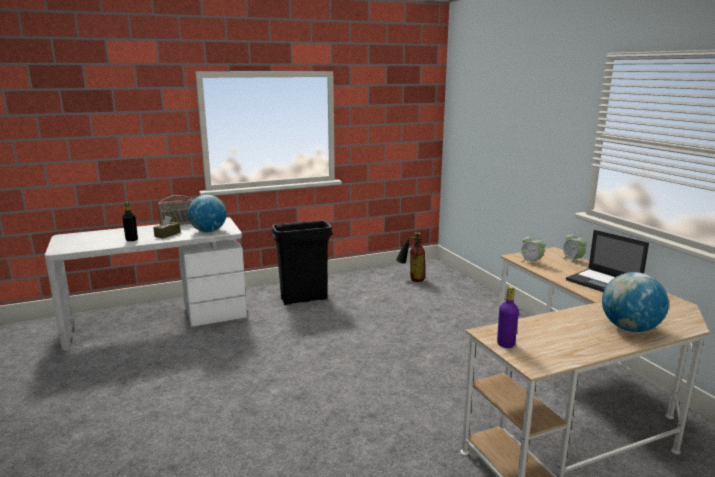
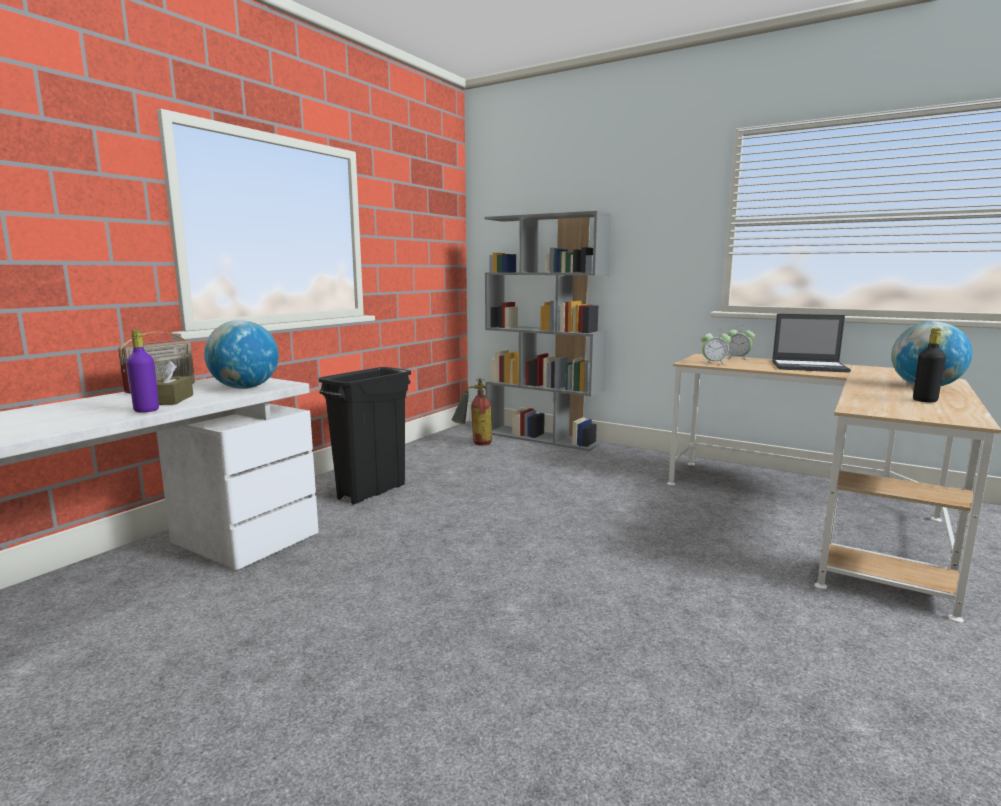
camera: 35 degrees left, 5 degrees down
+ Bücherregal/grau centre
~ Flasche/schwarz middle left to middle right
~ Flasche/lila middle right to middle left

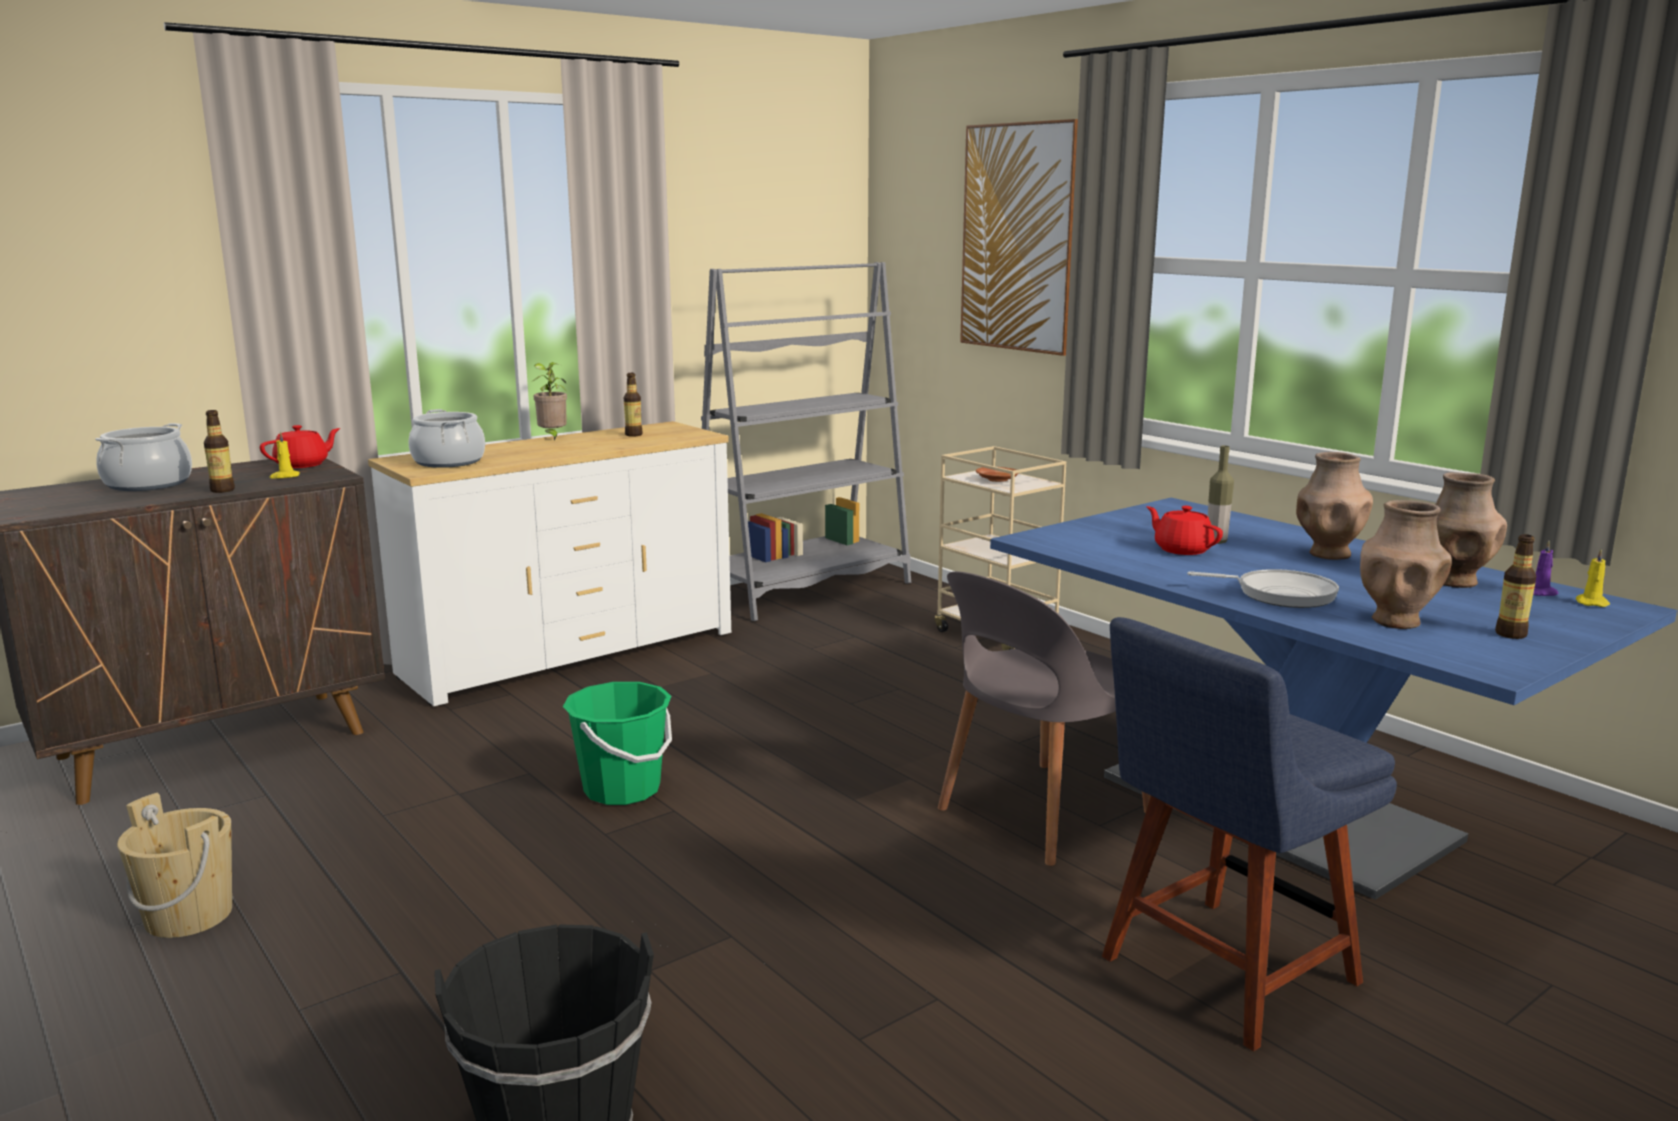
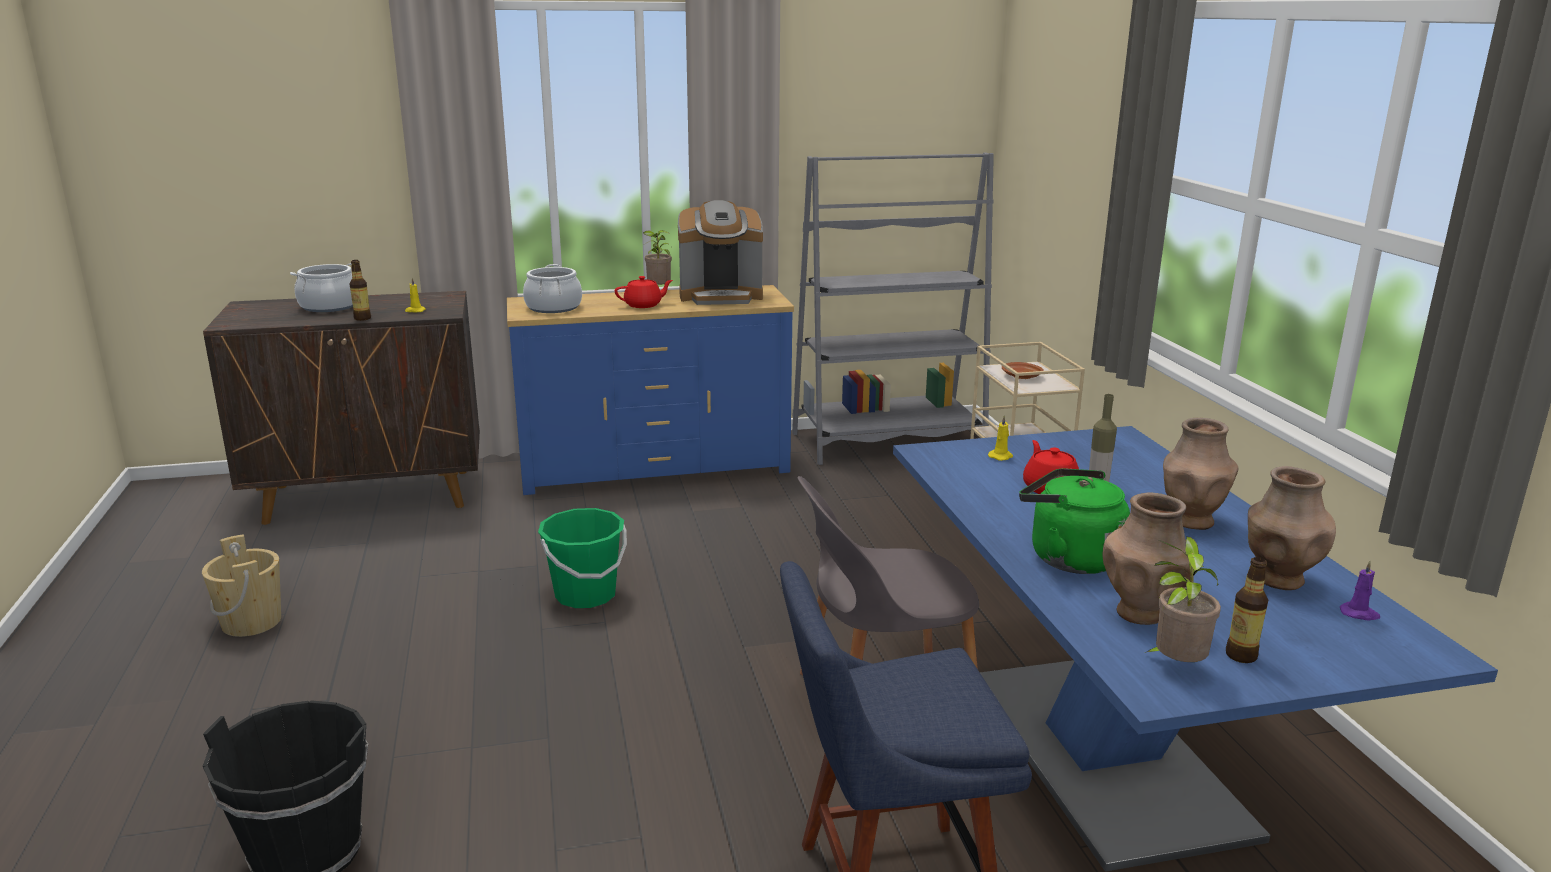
camera: 25 degrees right, 5 degrees up
- Bild top centre
+ Topfpflanze (2nd from left) bottom right
~ Teekanne/rot (1st from left) middle left to centre
~ Kerze/gelb (2nd from left) middle right to centre
~ Flasche (2nd from left) centre to Kaffeemaschine top centre
~ Pfanne middle right to Wasserkessel/grün middle right
~ Kommode/weiß middle left to Kommode/blau centre

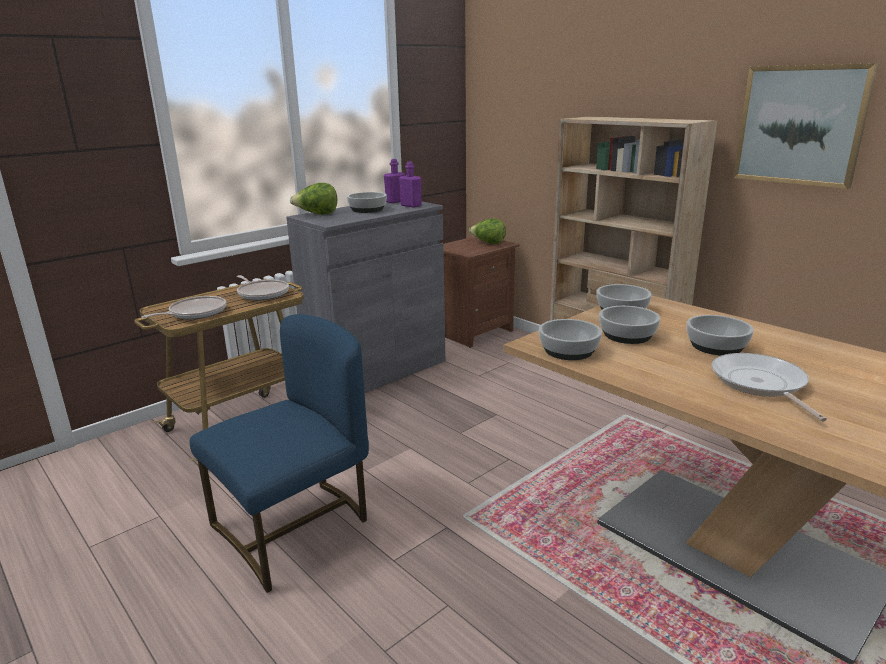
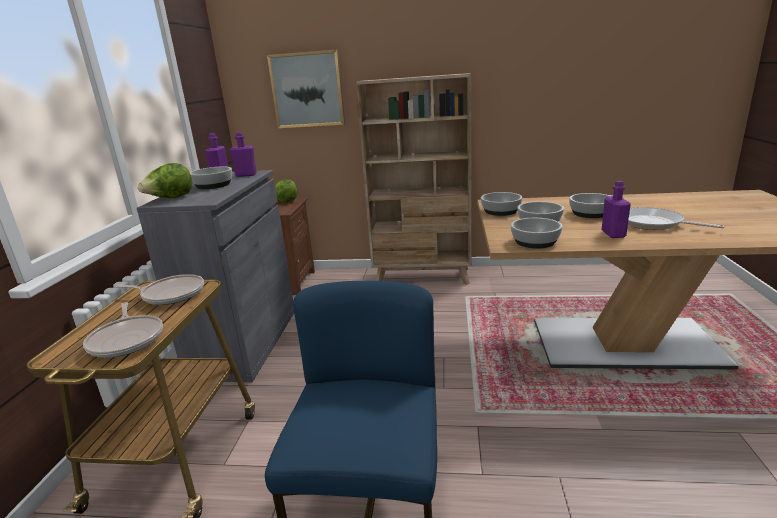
camera: 40 degrees left, 0 degrees up
+ Flasche/lila (3rd from left) middle right
~ Bild top right to top centre
~ Pfanne (1st from left) middle left = middle left 150 degrees clockwise

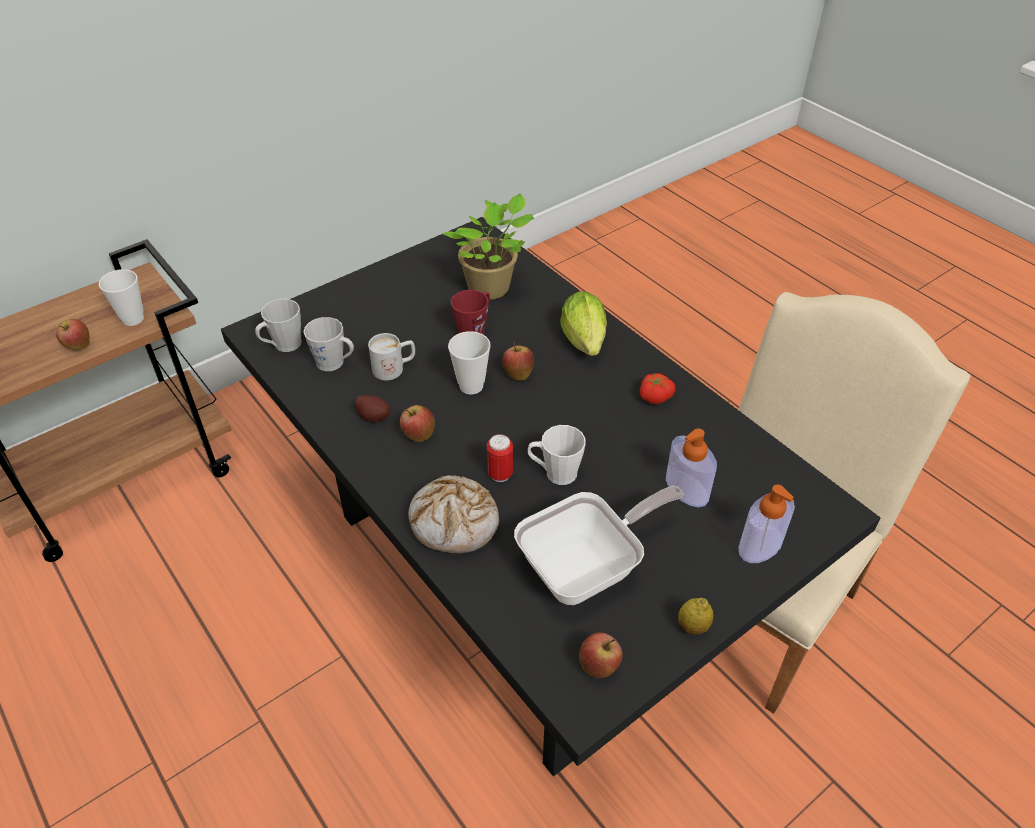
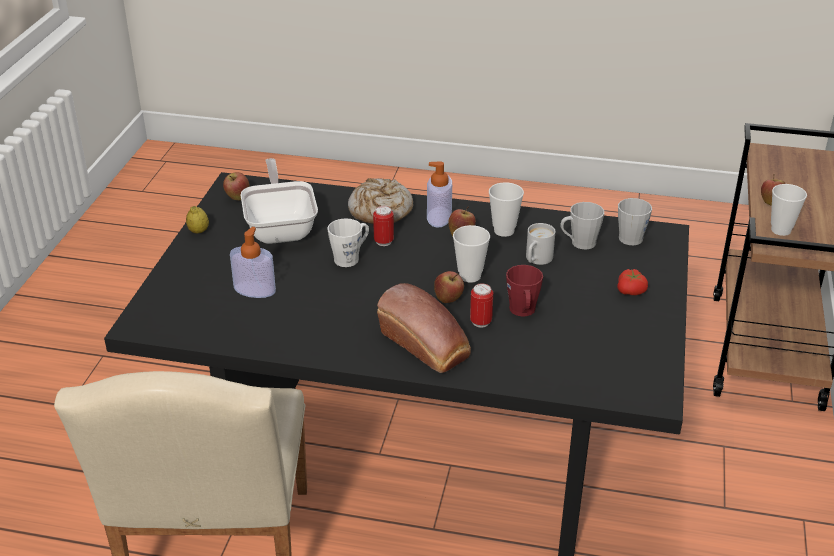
camera: 140 degrees right, 10 degrees down
- Topfpflanze top centre
+ Dose (2nd from left) centre
~ Tomate centre to middle right
~ Seifenspender (2nd from left) middle right to centre
~ Kartoffel centre to Tasse (2nd from left) centre
~ Salatkopf centre to Brot (2nd from left) centre
~ Pfanne centre = centre 150 degrees clockwise

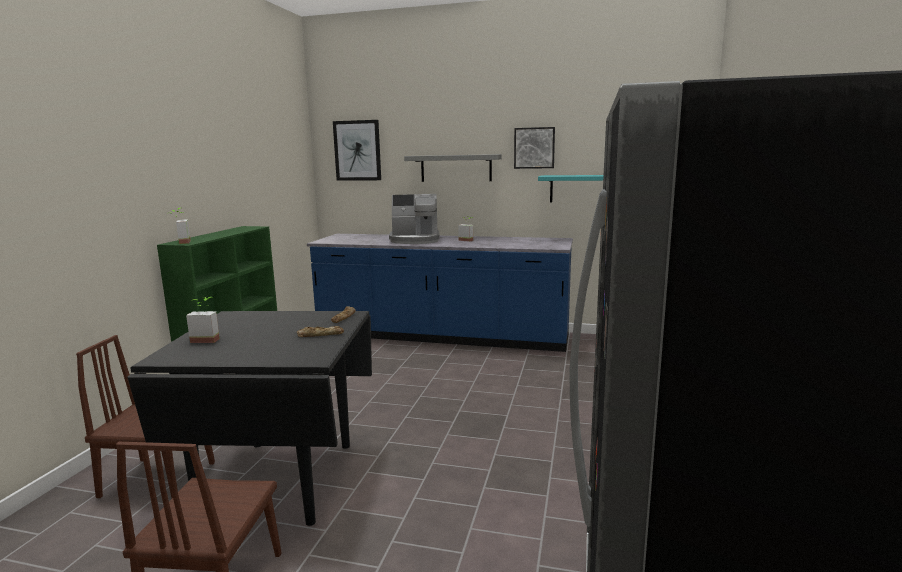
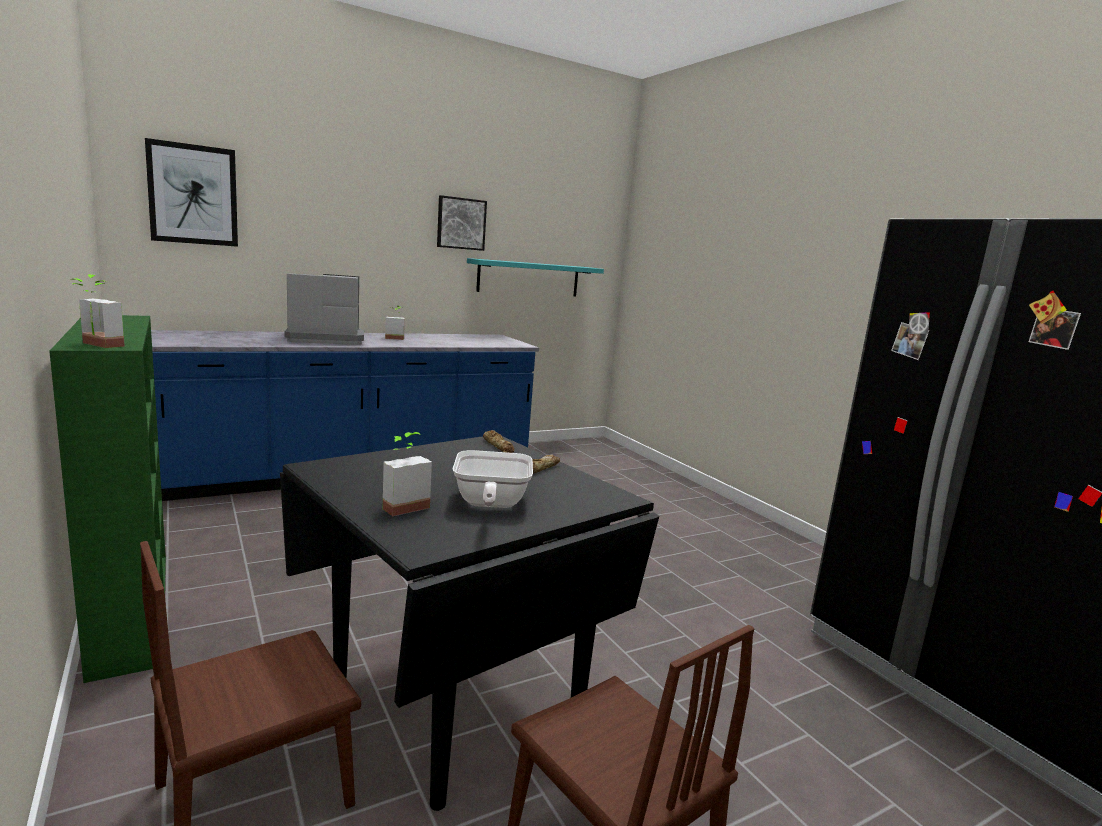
camera: 45 degrees left, 0 degrees up
- Wandregal/grau top centre
+ Pfanne centre
~ Kaffeemaschine centre = middle left 150 degrees counterclockwise

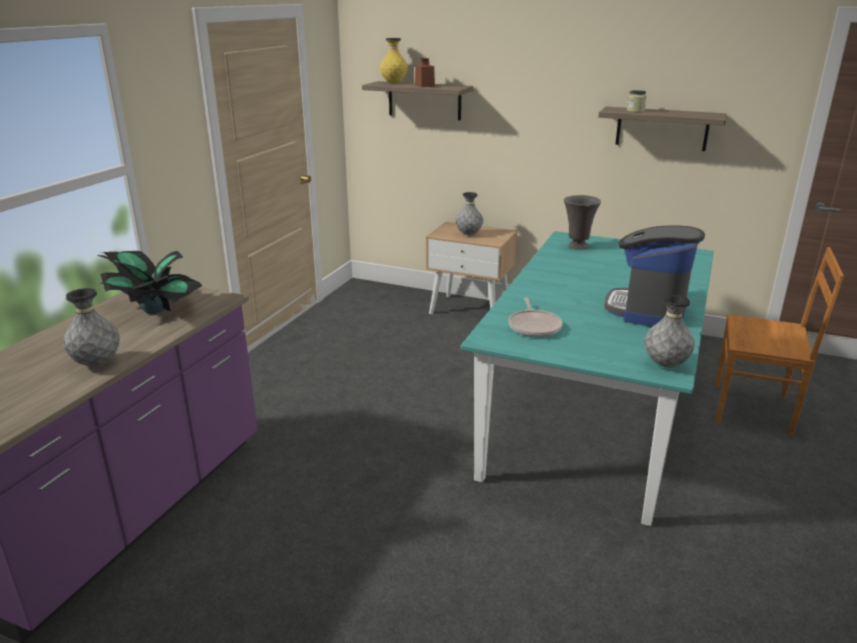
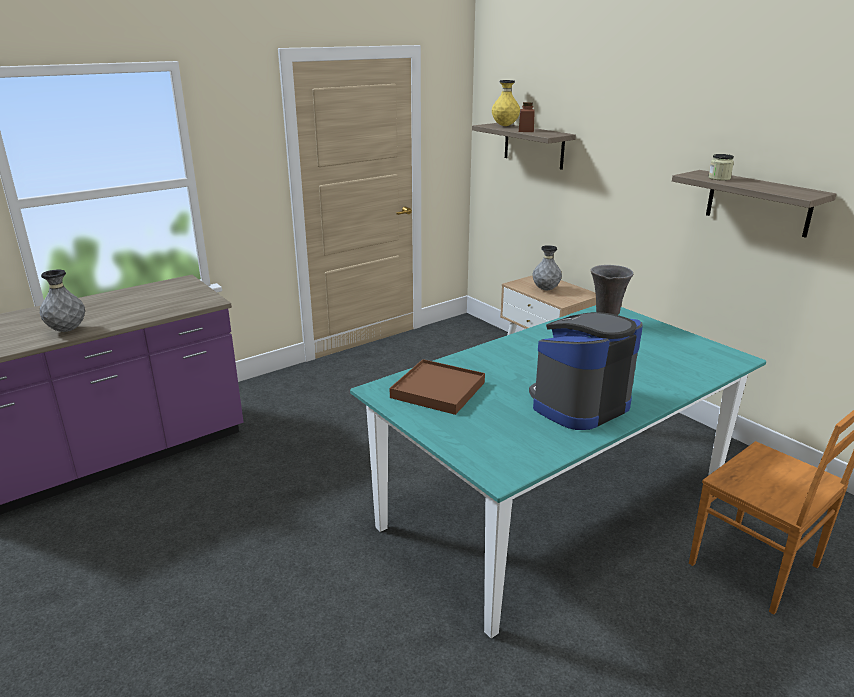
camera: 30 degrees right, 0 degrees up
- Topfpflanze middle left
- Vase/grau (4th from left) middle right
~ Pfanne centre to Tablett/braun centre

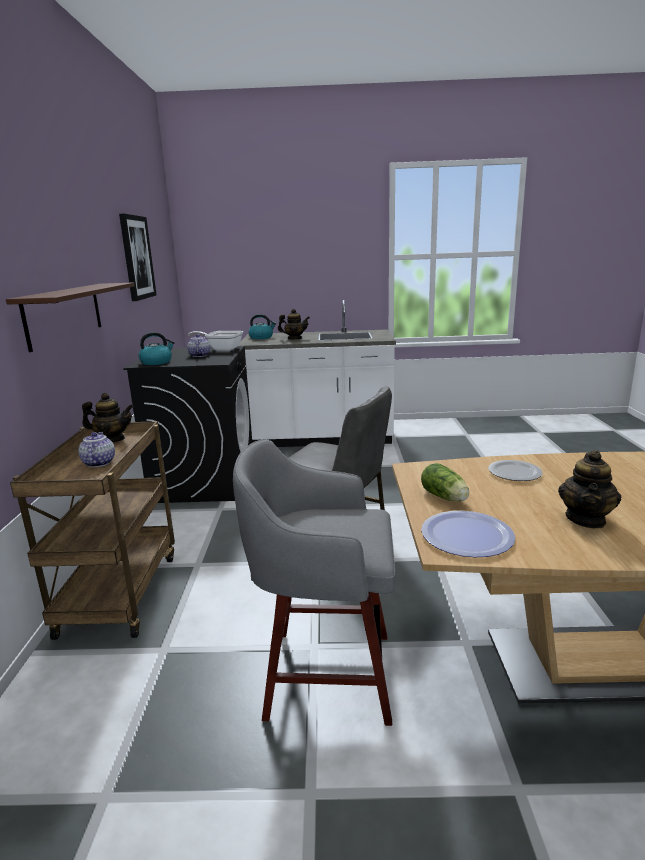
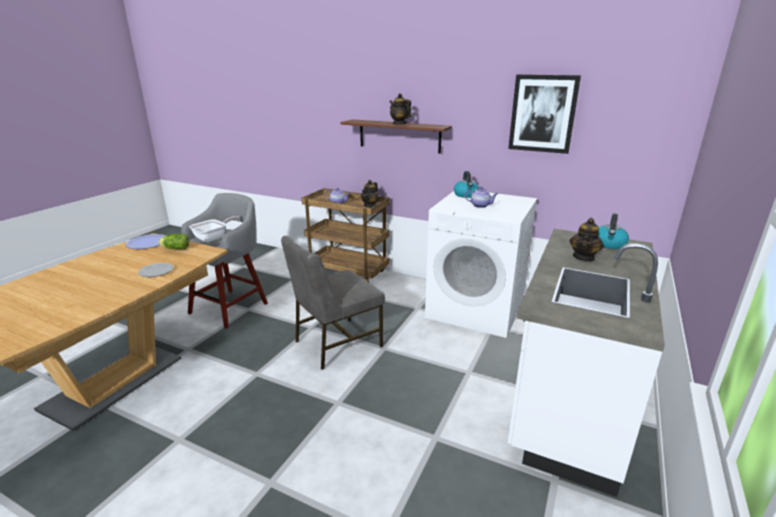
camera: 115 degrees right, 5 degrees up
~ Pfanne centre to middle left
~ Teekanne (5th from left in the first image) middle right to Teekanne (3rd from left) top centre
~ Waschmaschine/schwarz middle left to Waschmaschine/weiß centre

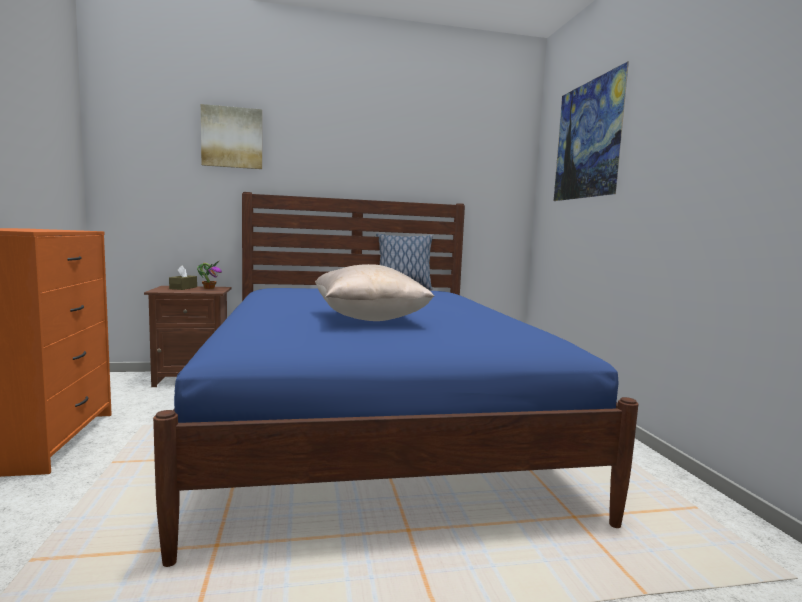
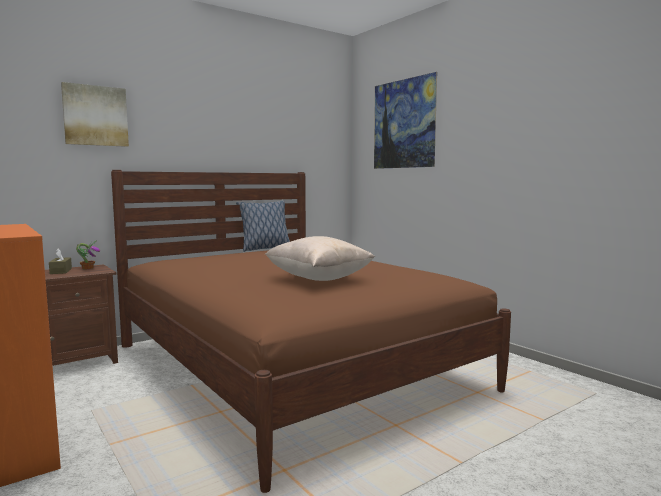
camera: 25 degrees left, 0 degrees up
~ Bett/blau centre to Bett/braun bottom centre

